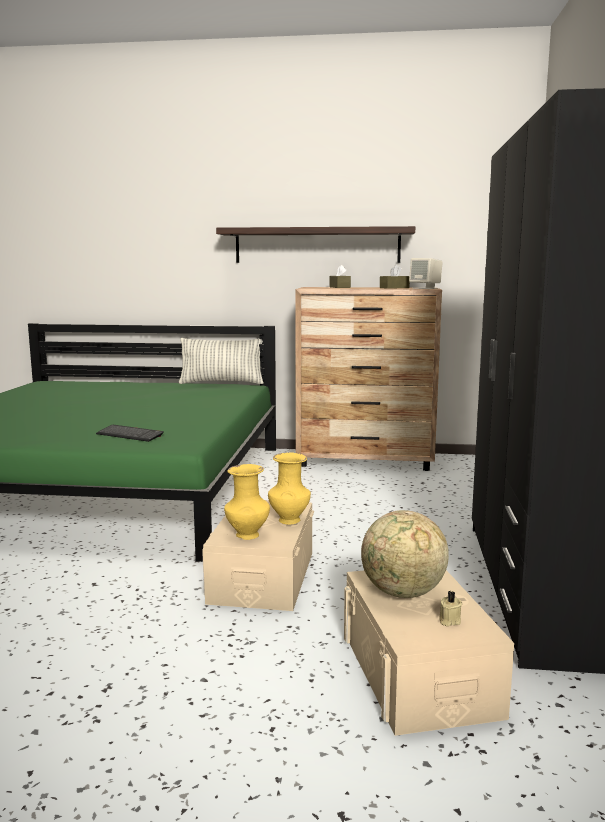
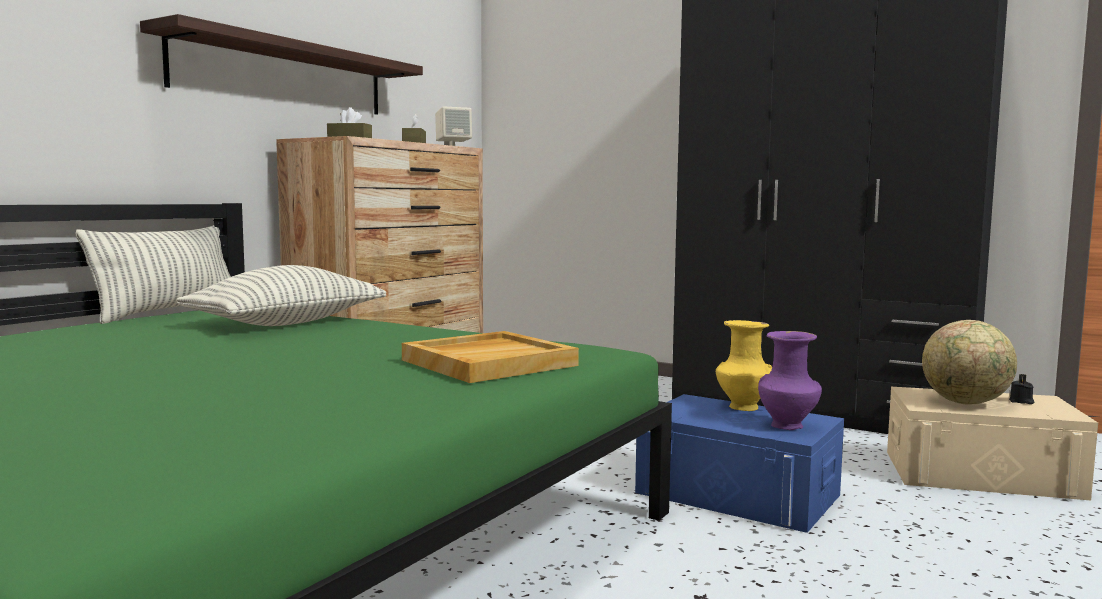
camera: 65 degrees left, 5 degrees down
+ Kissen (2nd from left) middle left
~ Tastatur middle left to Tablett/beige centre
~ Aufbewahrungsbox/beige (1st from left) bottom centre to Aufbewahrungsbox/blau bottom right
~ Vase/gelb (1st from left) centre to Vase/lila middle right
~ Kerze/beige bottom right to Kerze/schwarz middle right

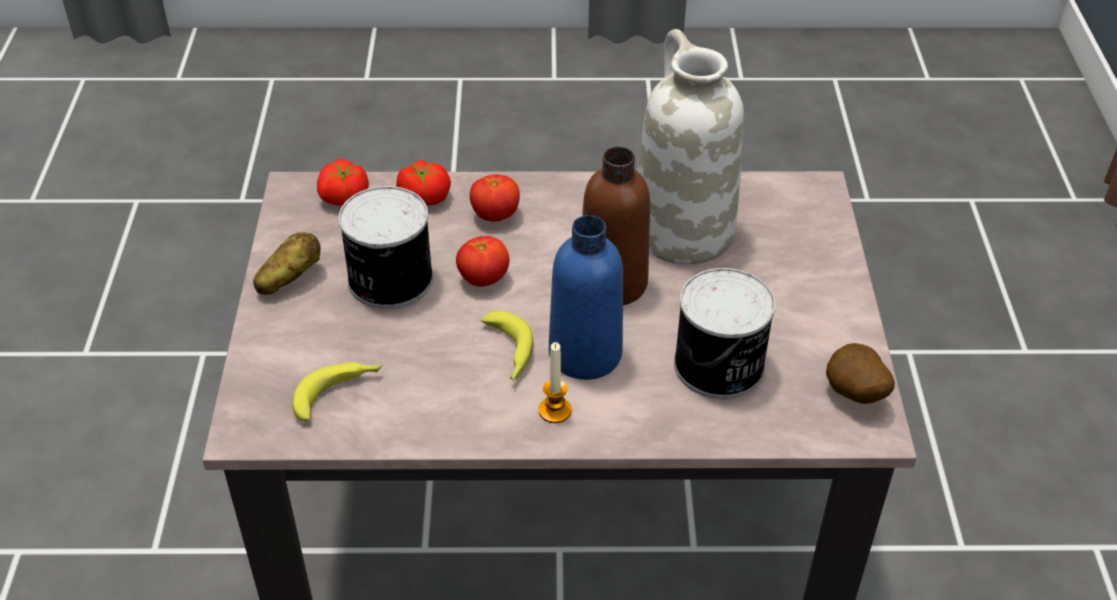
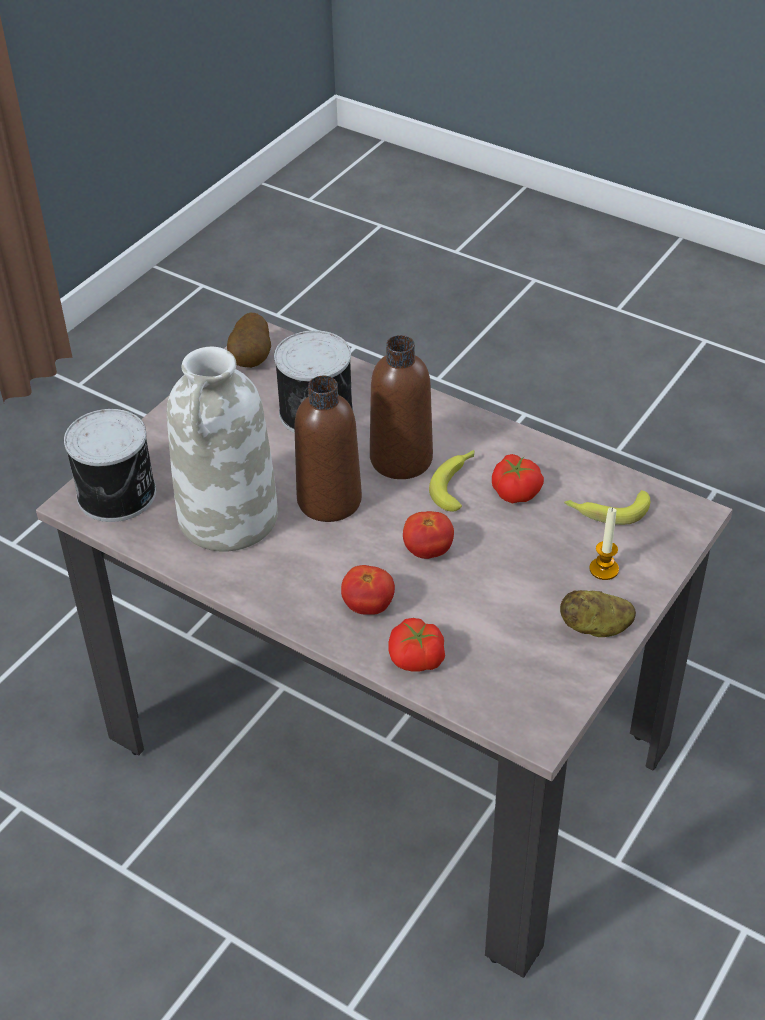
camera: 145 degrees left, 0 degrees up
~ Tomate (1st from left in the first image) top left to Tomate (4th from left) middle right
~ Dose (1st from left) centre to middle left
~ Kerze centre to middle right
~ Flasche/blau centre to Flasche/braun (2nd from left) centre

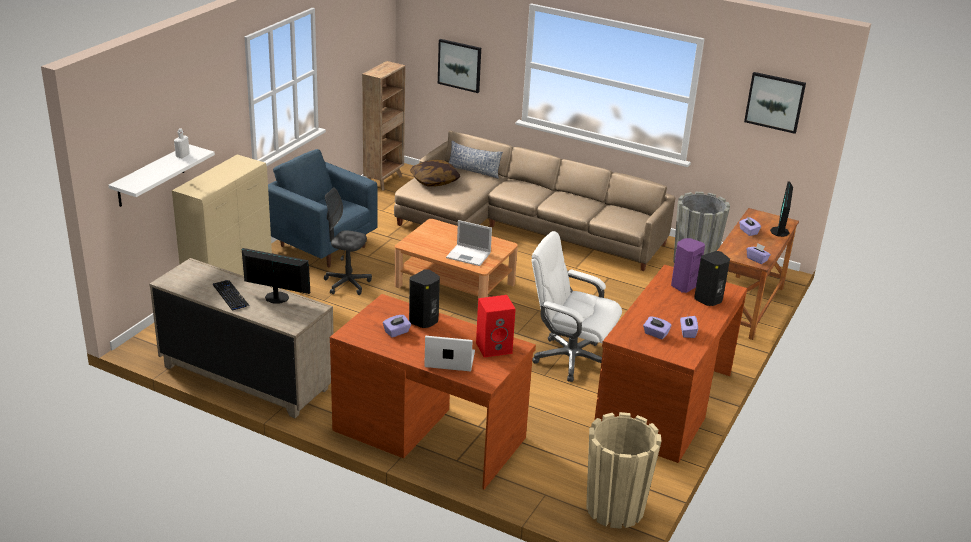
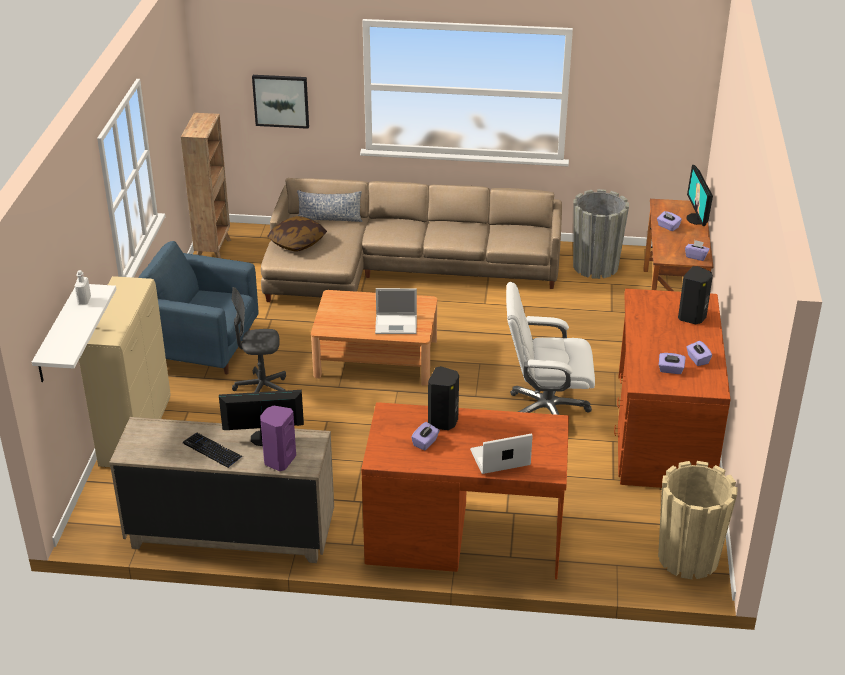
camera: 20 degrees left, 5 degrees up
- Lautsprecher/rot centre
- Bild (2nd from left) top right
~ Lautsprecher/lila middle right to middle left

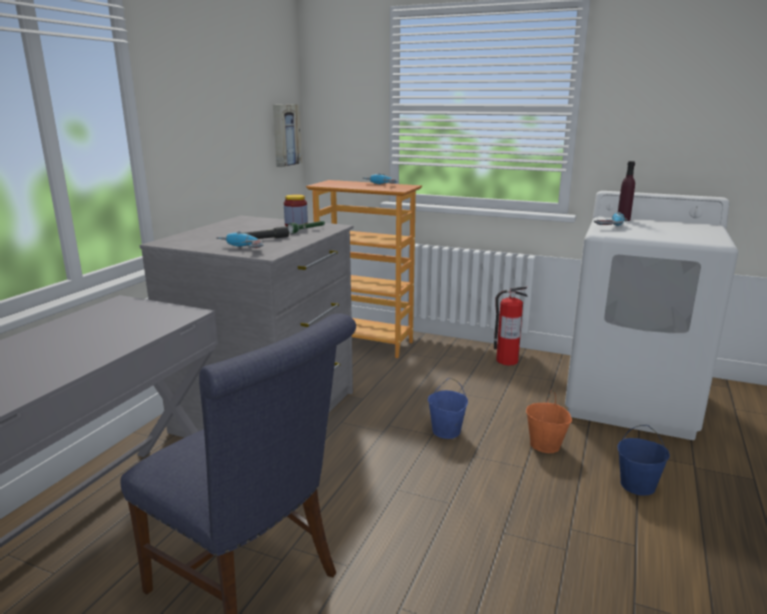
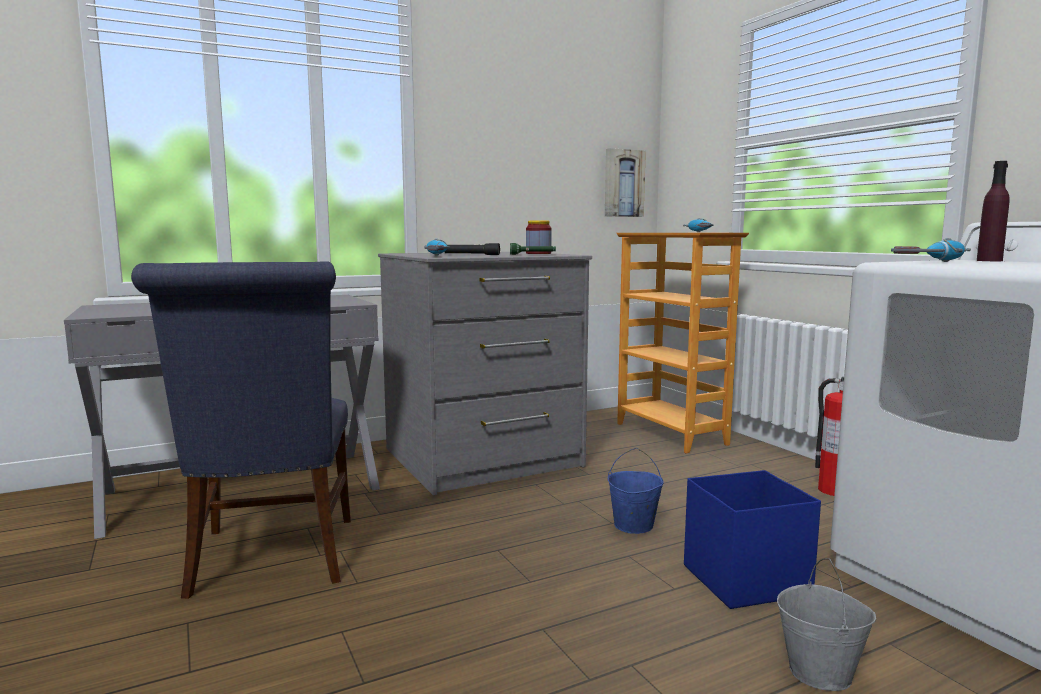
camera: 40 degrees right, 10 degrees down
~ Eimer/orange bottom right to Aufbewahrungsbox/blau bottom right
~ Eimer/blau (2nd from left) bottom right to Eimer/grau bottom right

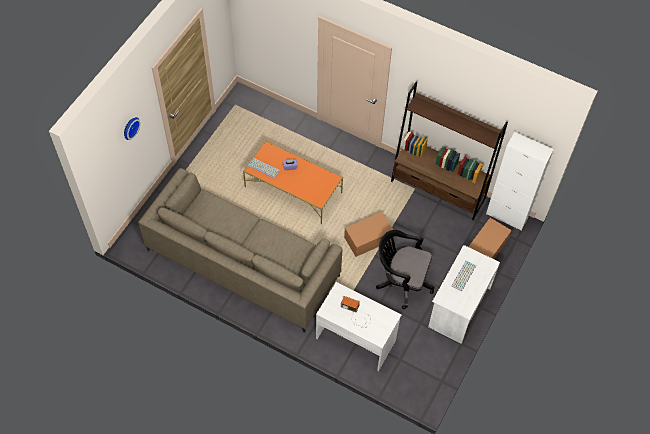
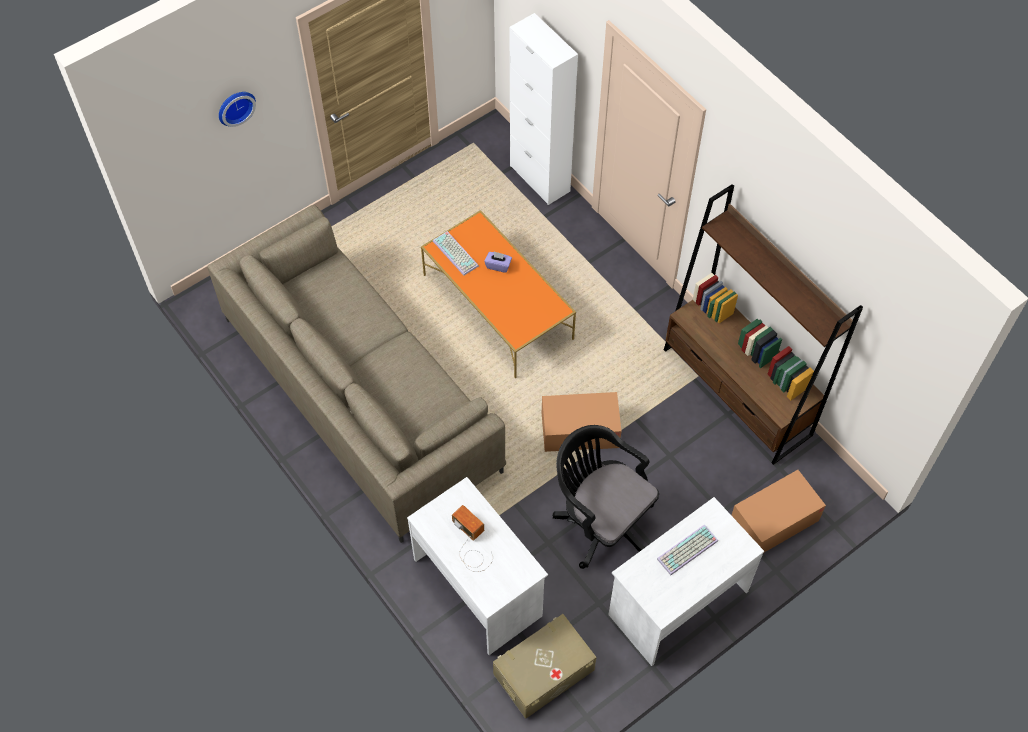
camera: 25 degrees right, 0 degrees up
+ Aufbewahrungsbox/beige bottom centre
~ Schrank/weiß middle right to top centre

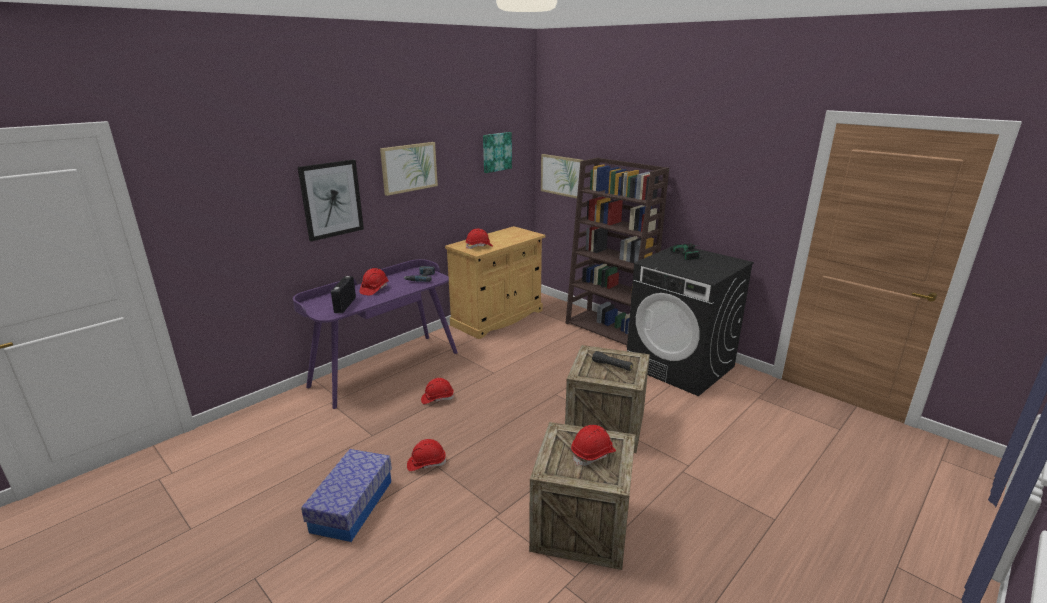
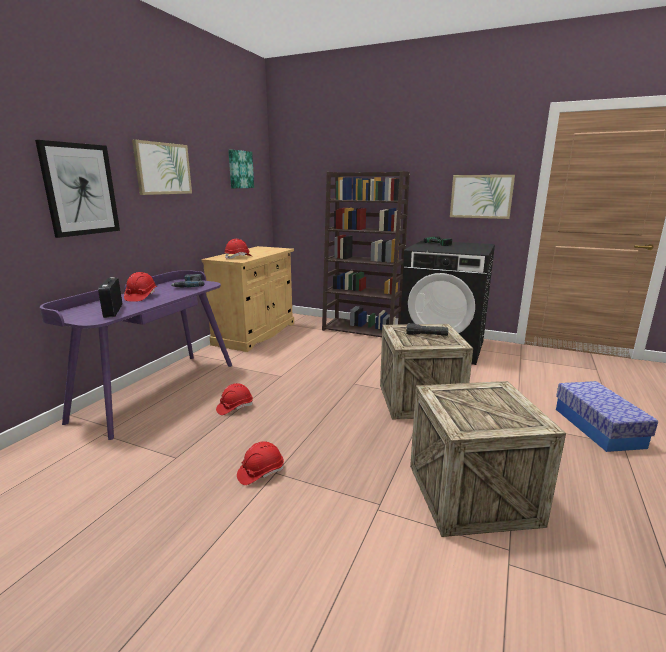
camera: 20 degrees left, 5 degrees down
- Schutzhelm/rot (5th from left) bottom centre
~ Aufbewahrungsbox bottom left to middle right
~ Bild (4th from left) top centre to top right

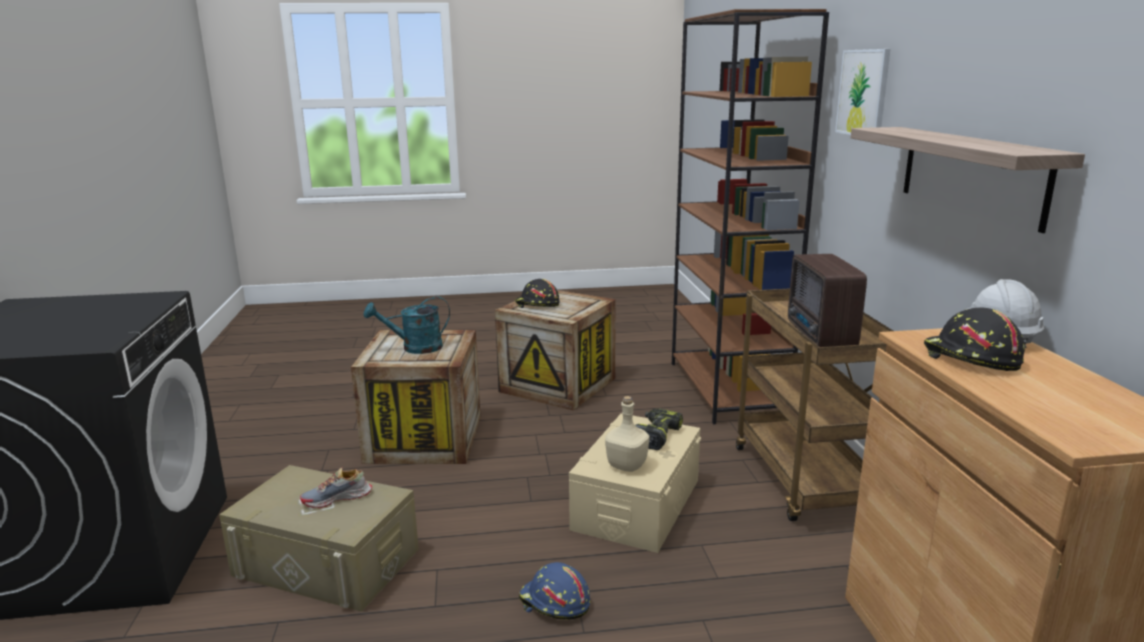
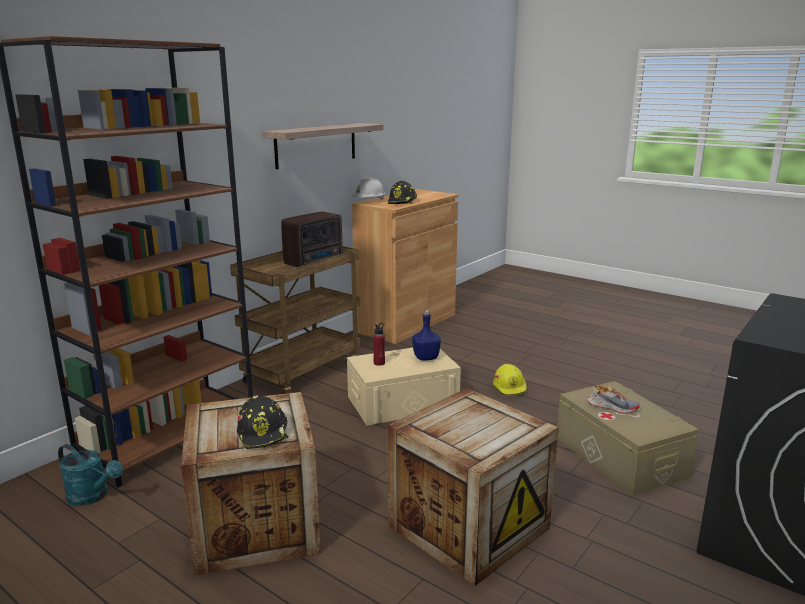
camera: 135 degrees left, 0 degrees up
- Bild top right
~ Gießkanne/türkis centre to bottom left
~ Bohrmaschine bottom centre to Flasche/rot centre
~ Schutzhelm/blau bottom centre to Schutzhelm/gelb centre
~ Flasche/beige bottom centre to Flasche/blau centre

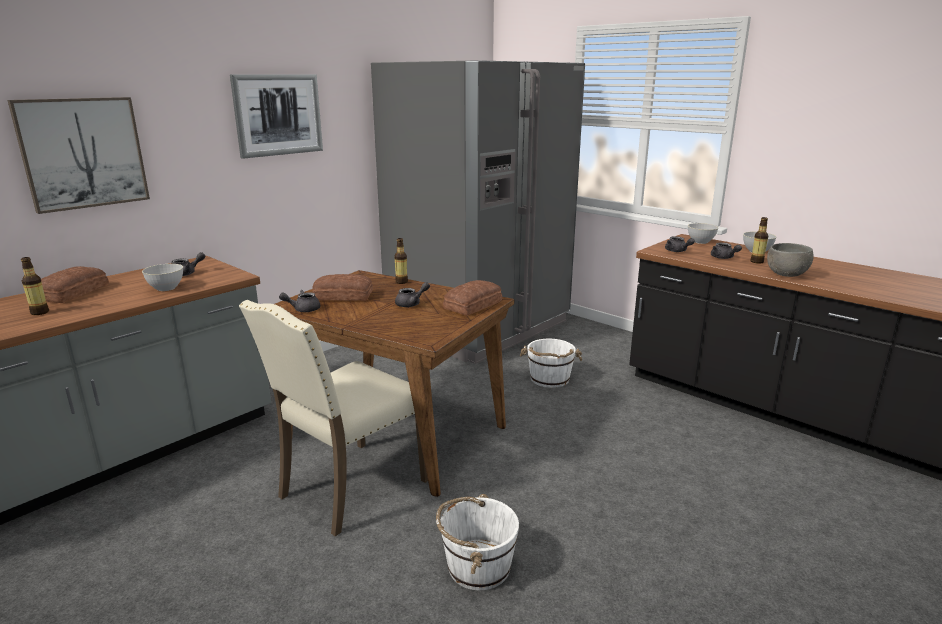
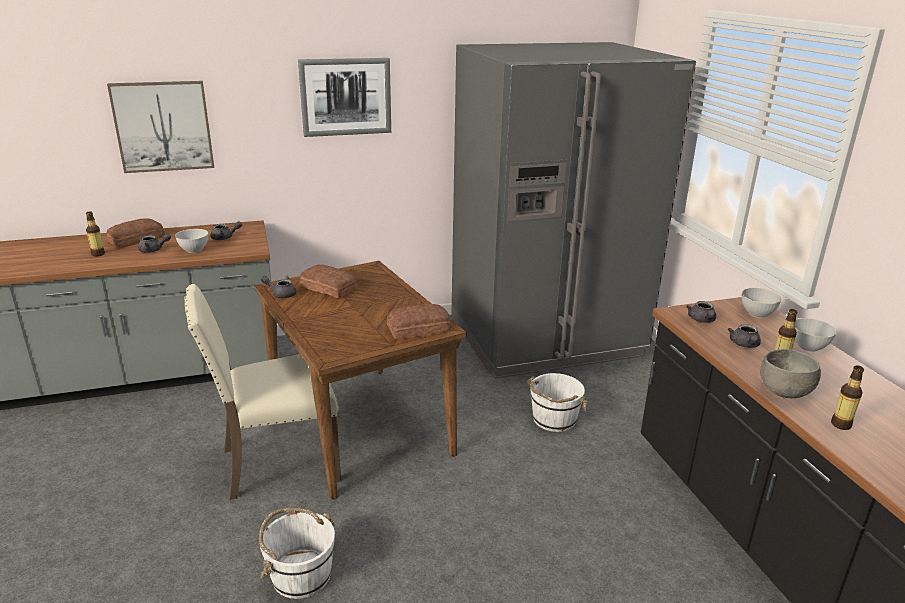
camera: 30 degrees right, 5 degrees up
~ Flasche (2nd from left in the first image) centre to Flasche (3rd from left) middle right
~ Teekanne/grau (3rd from left in the first image) centre to Teekanne/grau (1st from left) middle left

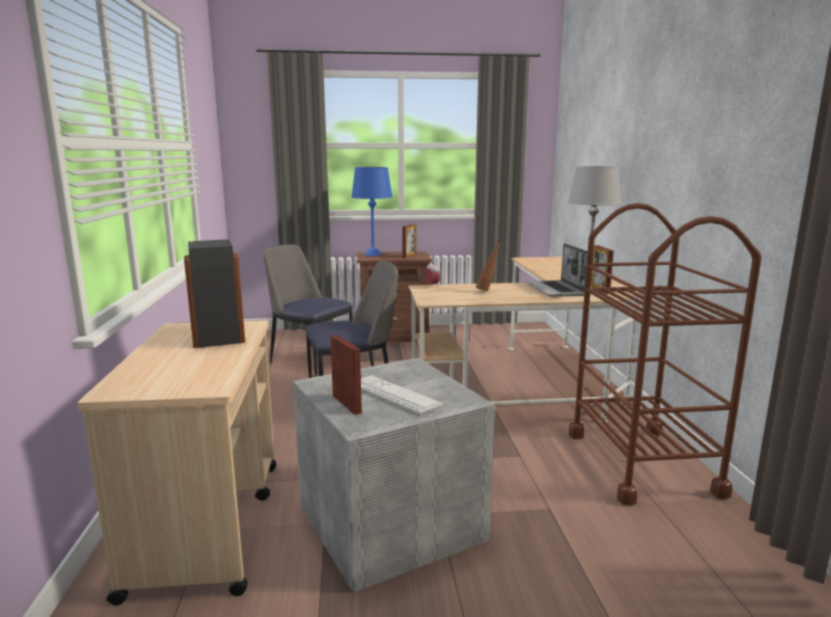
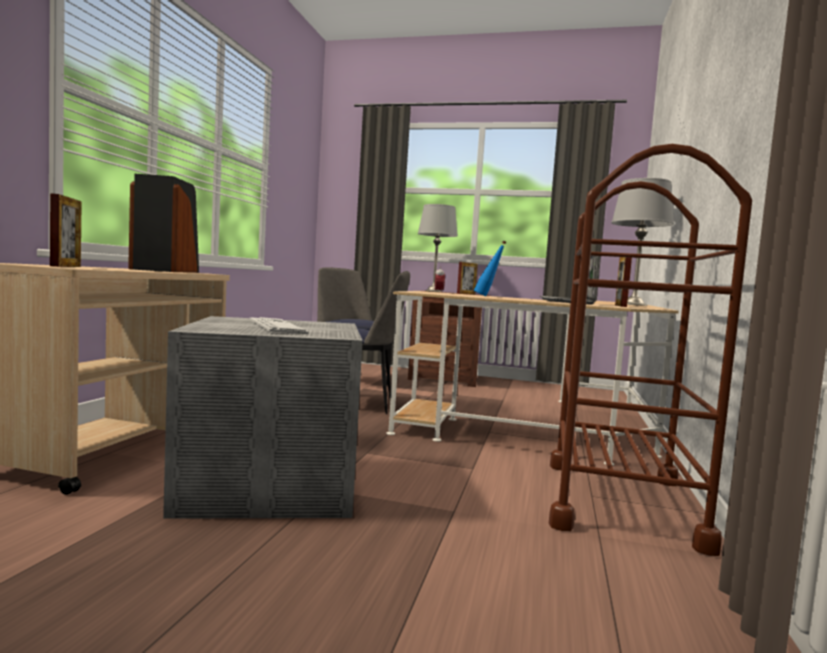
camera: 20 degrees right, 10 degrees down
~ Bilderrahmen (1st from left) centre to middle left
~ Tischlampe/blau centre to Tischlampe/grau (1st from left) centre
~ Flasche/braun centre to Flasche/blau centre

